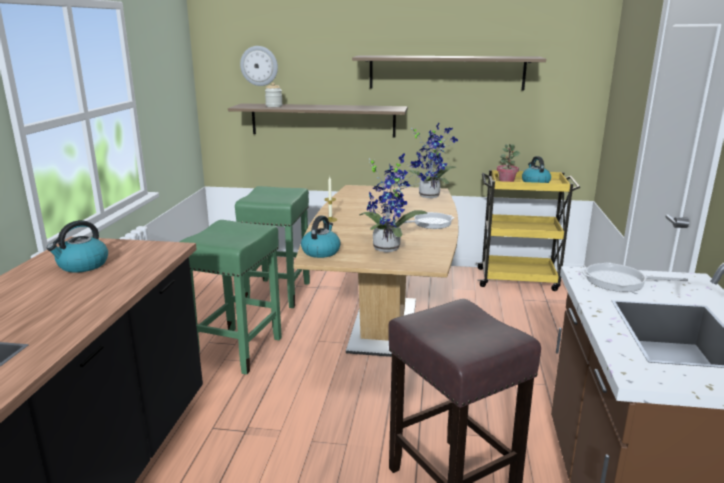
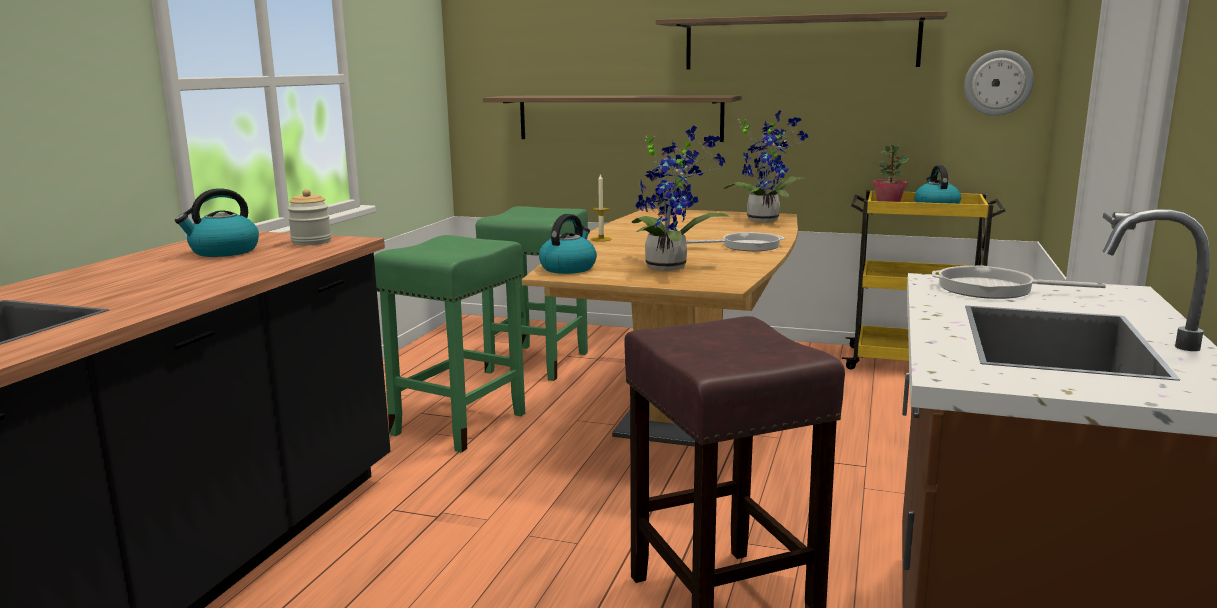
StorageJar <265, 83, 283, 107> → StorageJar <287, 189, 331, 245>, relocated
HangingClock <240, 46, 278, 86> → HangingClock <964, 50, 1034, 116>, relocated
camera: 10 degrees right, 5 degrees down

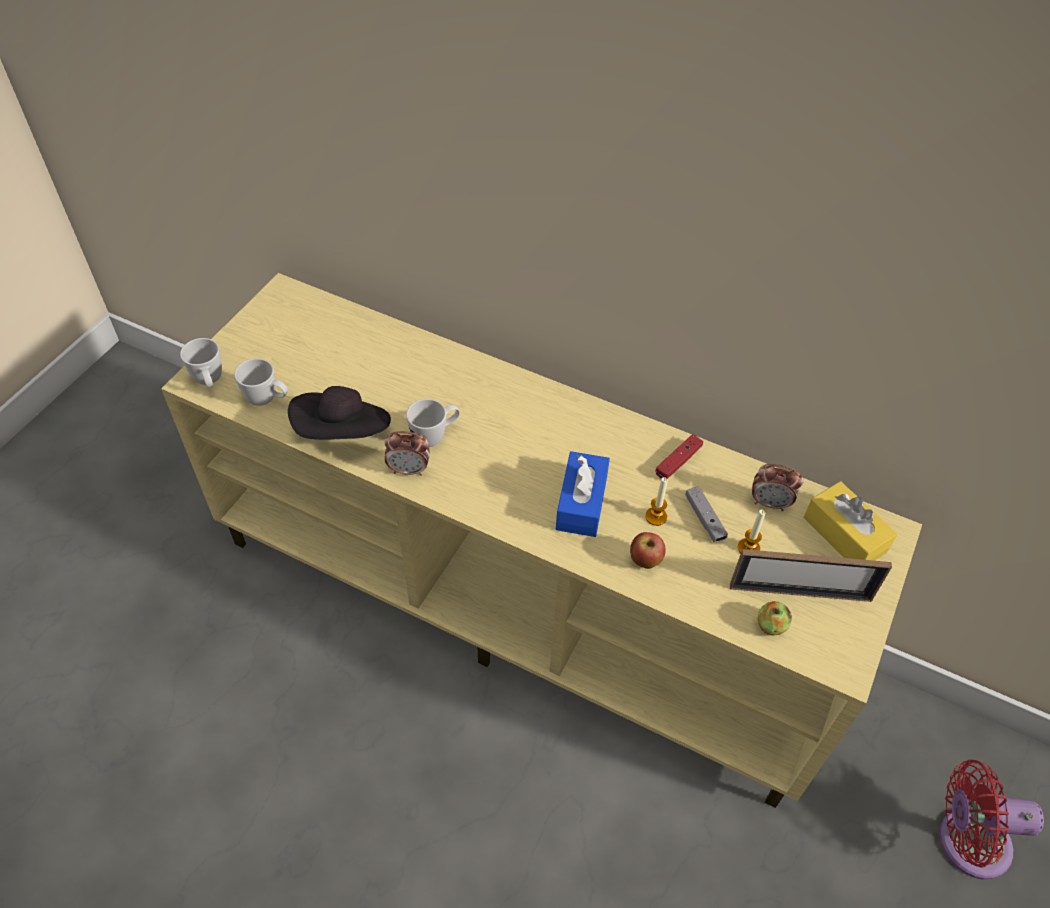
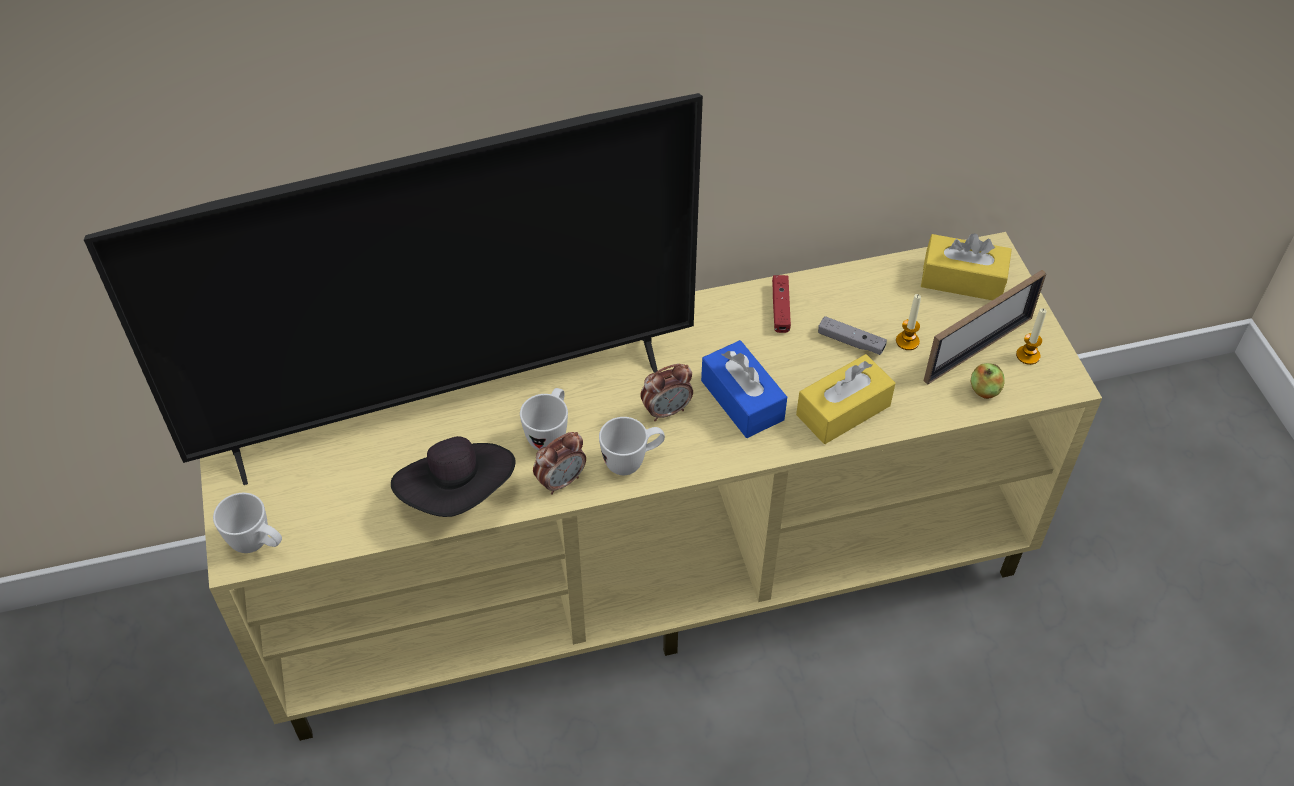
- → Television <84, 93, 703, 485>
WhiteColouredTeaMug <234, 358, 288, 406> → WhiteColouredTeaMug <599, 417, 665, 475>, relocated
TableClock <752, 464, 804, 511> → TableClock <640, 364, 693, 421>, relocated
Apple <630, 532, 665, 569> → YellowBoxOfTissues <796, 354, 895, 444>
WaxLight <645, 477, 668, 526> → WaxLight <1016, 308, 1047, 365>, relocated
RedColouredElectricFan <940, 760, 1044, 880> → -
camera: 40 degrees left, 0 degrees up

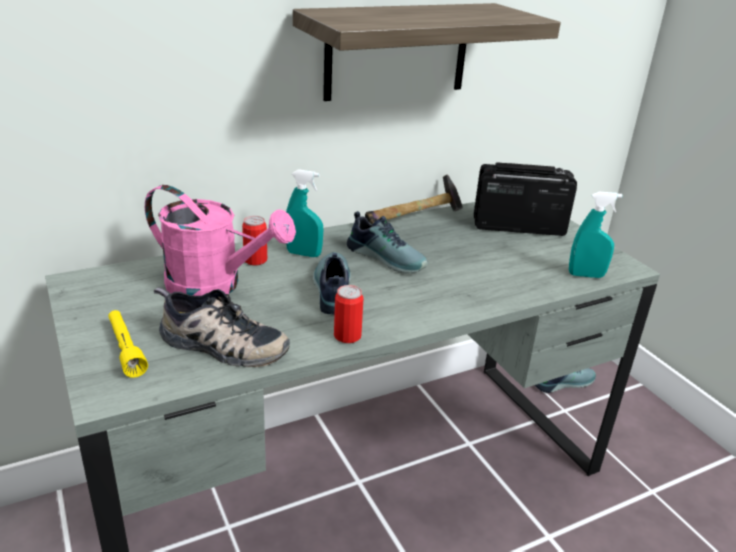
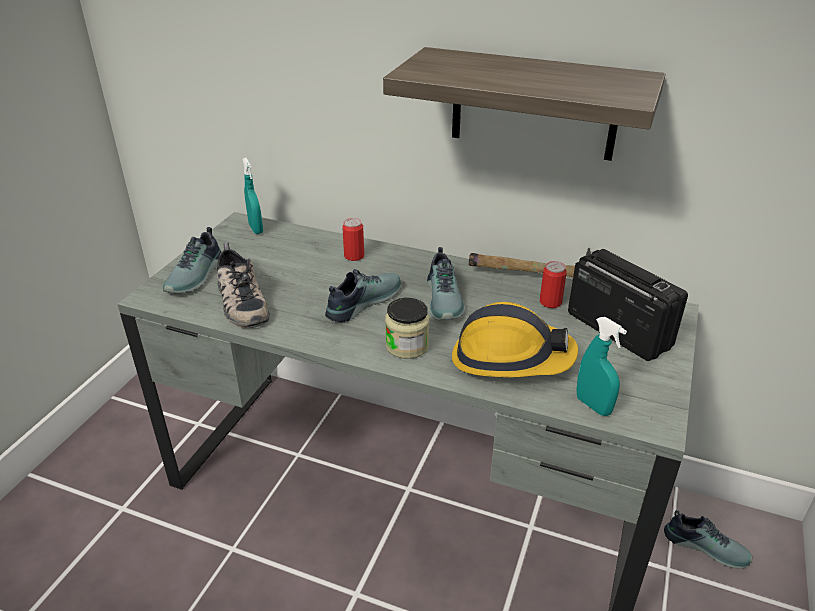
YellowFlashlight <108, 310, 148, 378> → Shoe <163, 227, 221, 293>
BlueGreenSprayer <286, 169, 323, 257> → BlueGreenSprayer <243, 158, 263, 234>, relocated
- → StorageJar <385, 298, 430, 359>
- → SafetyHelmet <452, 302, 578, 377>
MetalCan <334, 285, 364, 343> → MetalCan <540, 261, 567, 308>, relocated
PinkWateringPot <145, 185, 296, 296> → -
camera: 50 degrees right, 5 degrees up

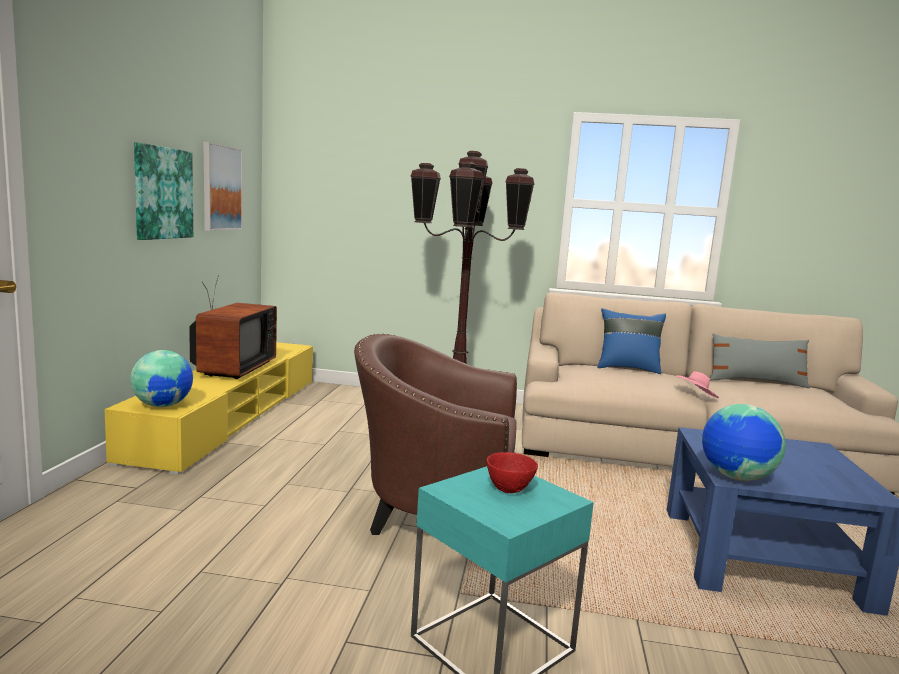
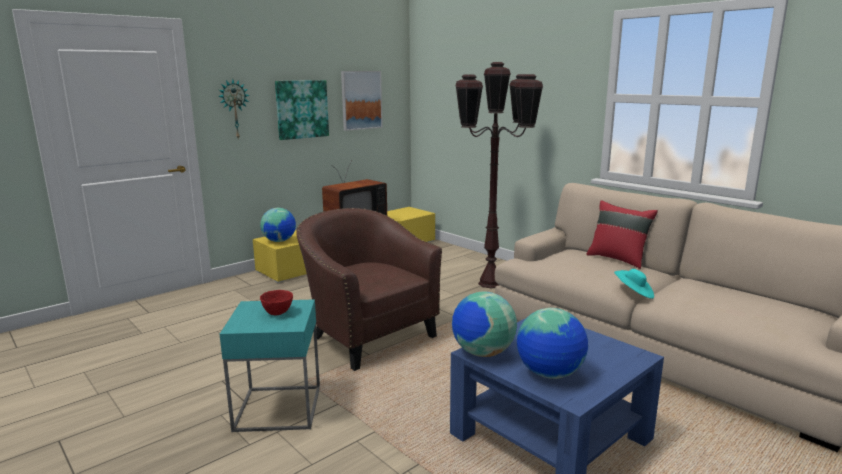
- → HangingClock <218, 79, 250, 138>
- → DeskGlobe <517, 308, 588, 379>
BlueCushion <597, 308, 666, 374> → RedColouredCushion <586, 200, 658, 269>
PinkClothingHat <676, 371, 719, 398> → BlueGreenClothingHat <614, 269, 654, 299>
GrayCushion <710, 333, 810, 388> → -
camera: 40 degrees right, 5 degrees up

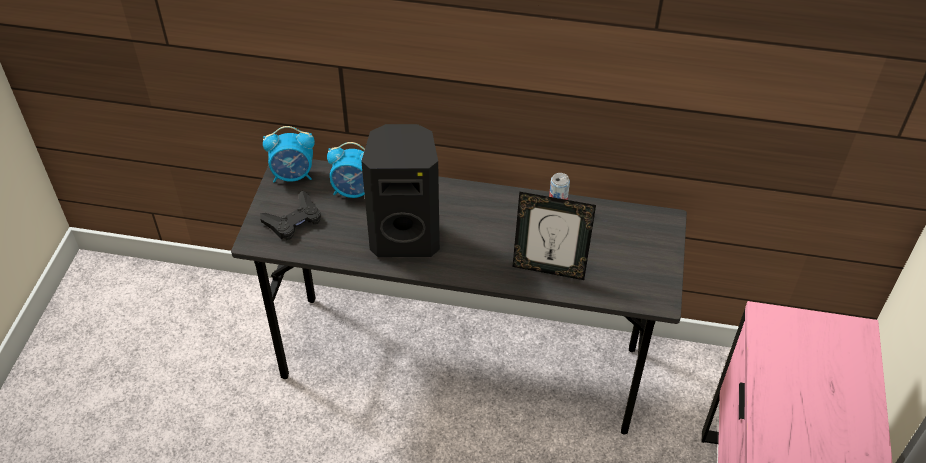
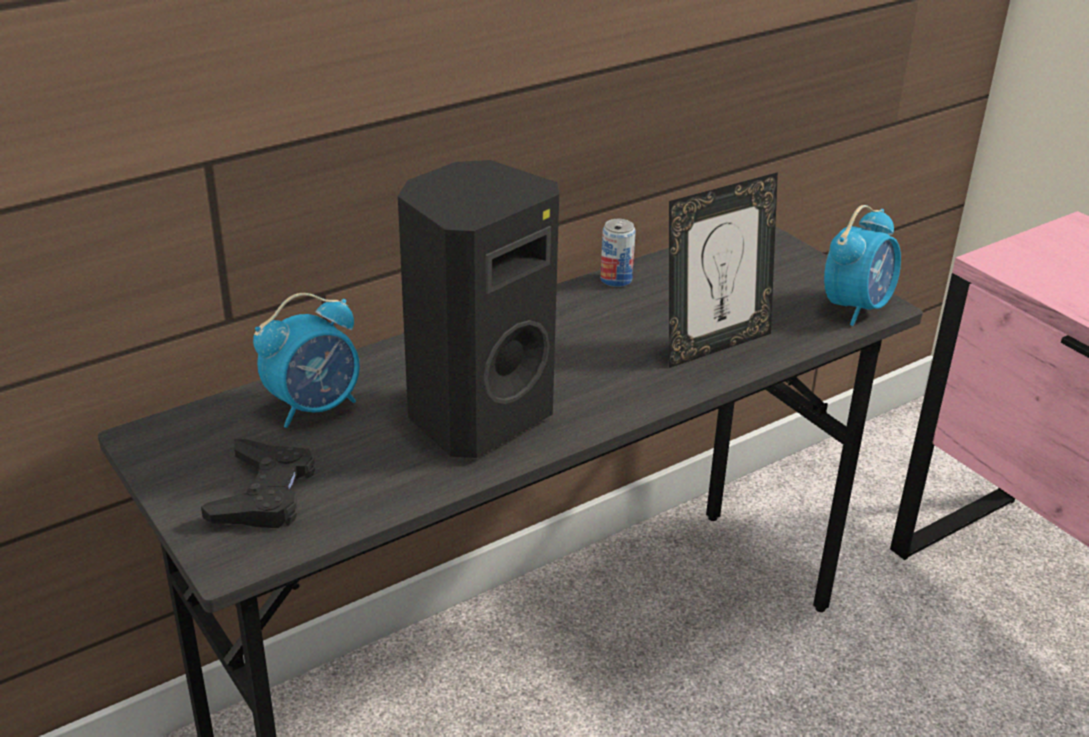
TableClock <263, 126, 315, 182> → TableClock <824, 205, 901, 326>, relocated
camera: 45 degrees left, 15 degrees down

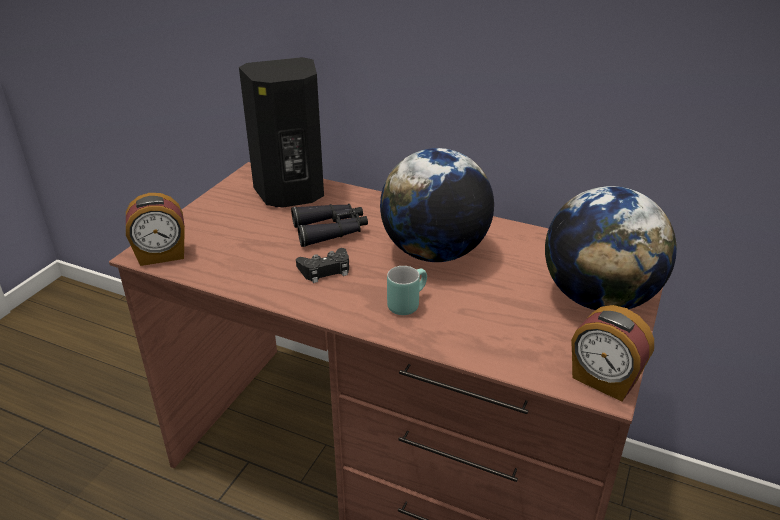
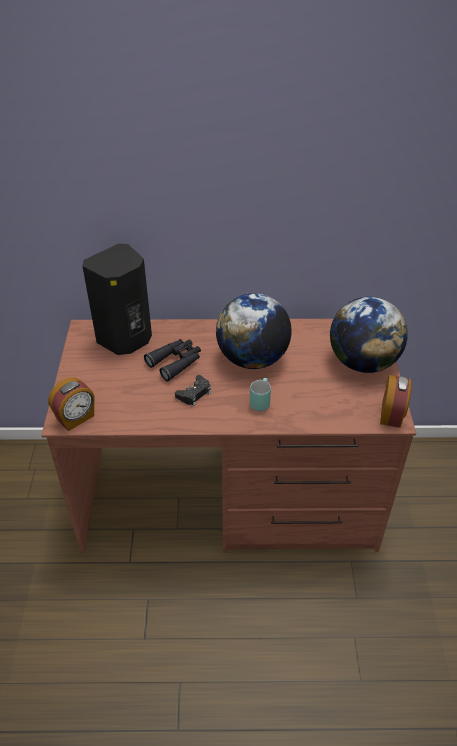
TableClock <571, 305, 654, 402> → TableClock <380, 375, 412, 428>, 90 degrees counterclockwise
camera: 25 degrees left, 10 degrees up

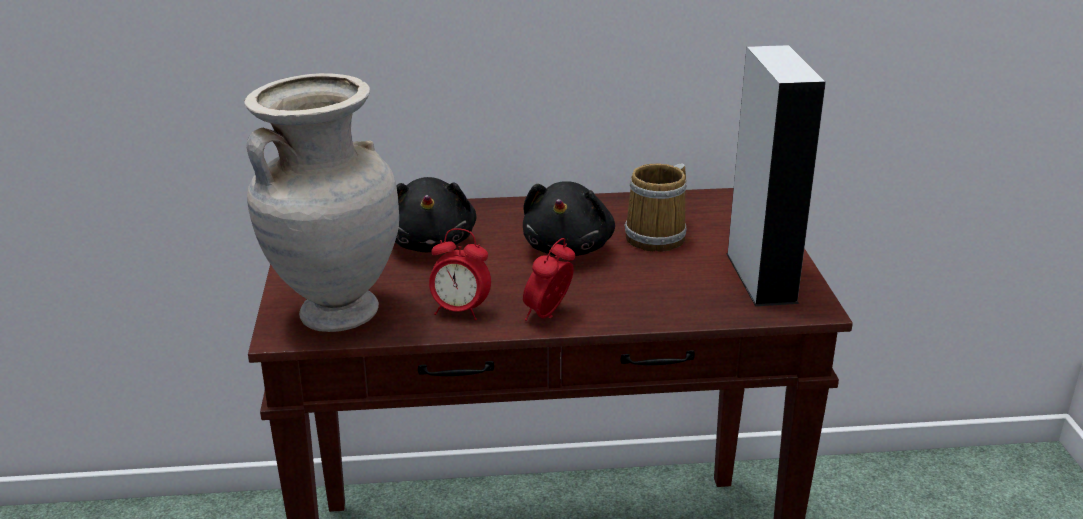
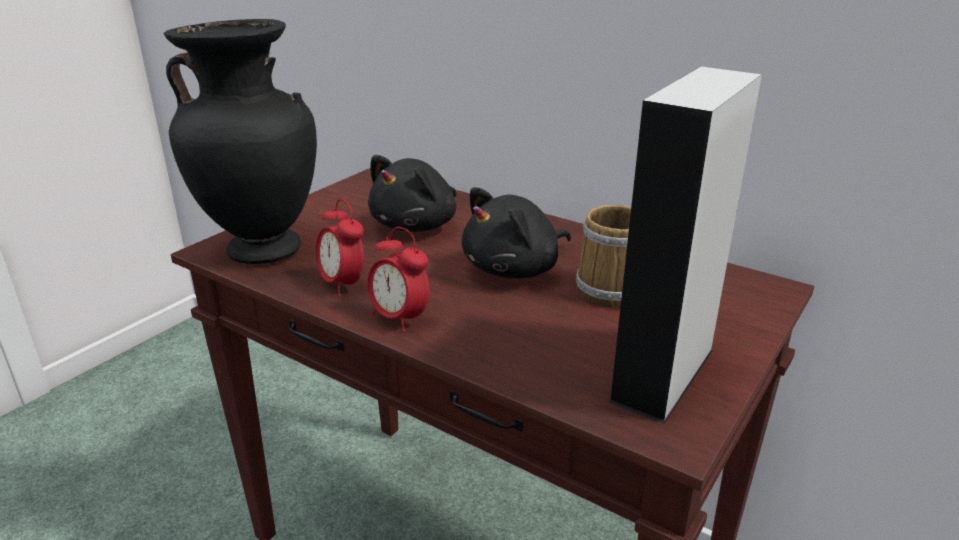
BeigeColouredFlowerVase <244, 73, 399, 332> → BlackishFlowerVase <164, 19, 317, 264>
TableClock <523, 238, 575, 321> → TableClock <367, 227, 429, 332>, 120 degrees counterclockwise
camera: 40 degrees right, 0 degrees up

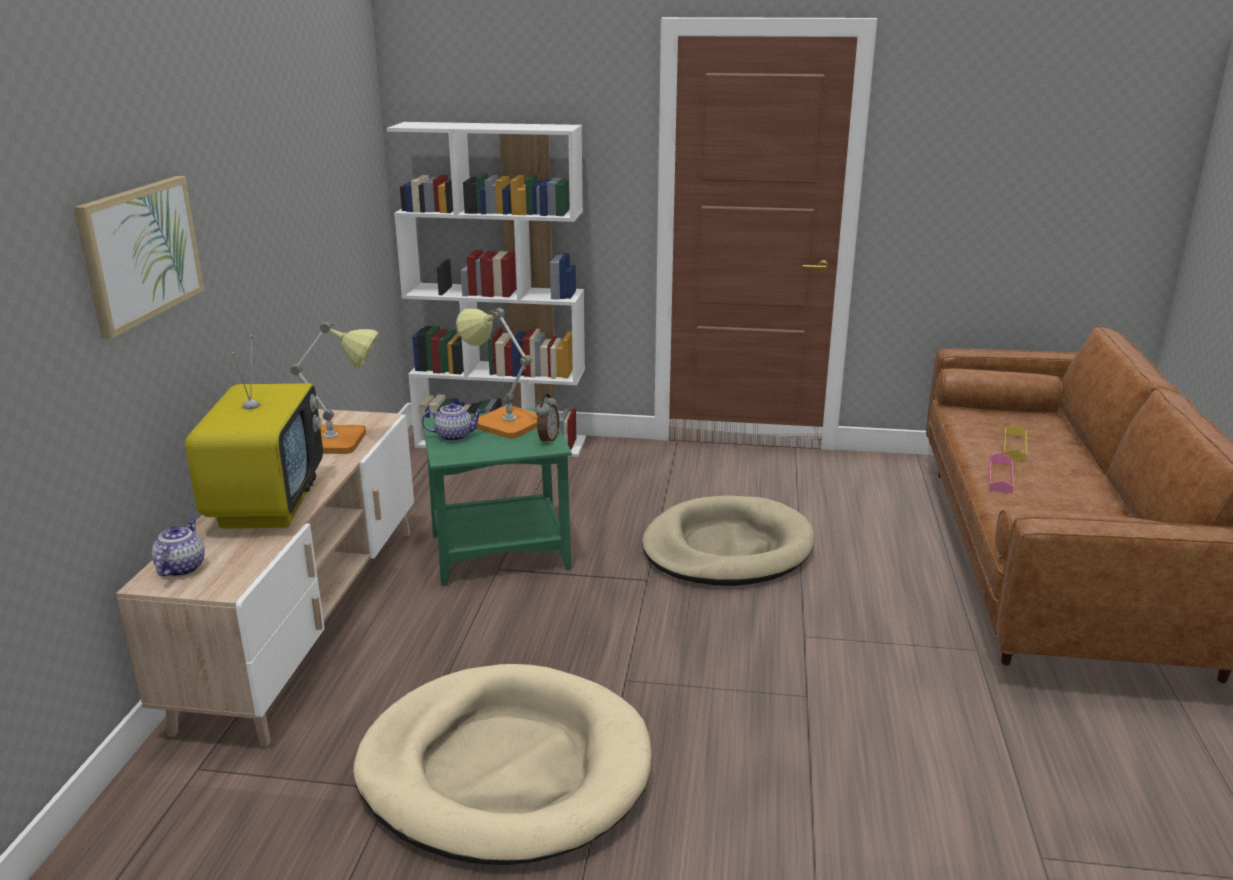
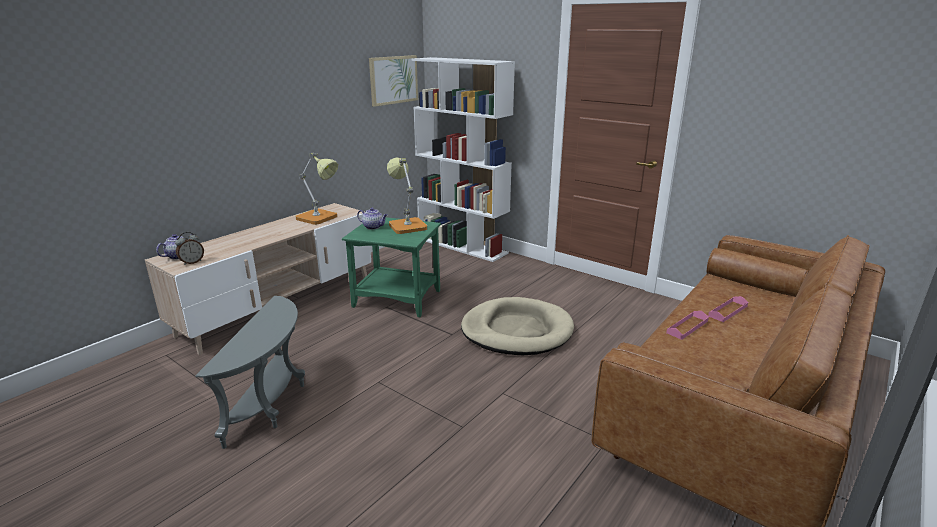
TableClock <535, 394, 559, 445> → TableClock <175, 232, 204, 265>, relocated
BeigeColouredPetBed <353, 664, 652, 865> → GrayAccentTable <196, 296, 305, 449>
WallArt <74, 176, 204, 339> → WallArt <369, 55, 418, 107>, relocated
YellowTray <1004, 424, 1027, 461> → PinkTray <708, 296, 748, 322>
Television <185, 335, 323, 529> → -
camera: 30 degrees right, 0 degrees up

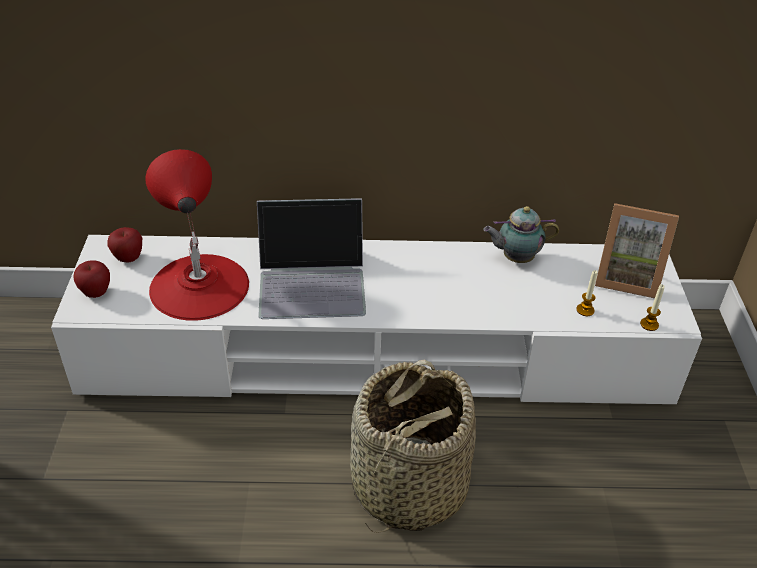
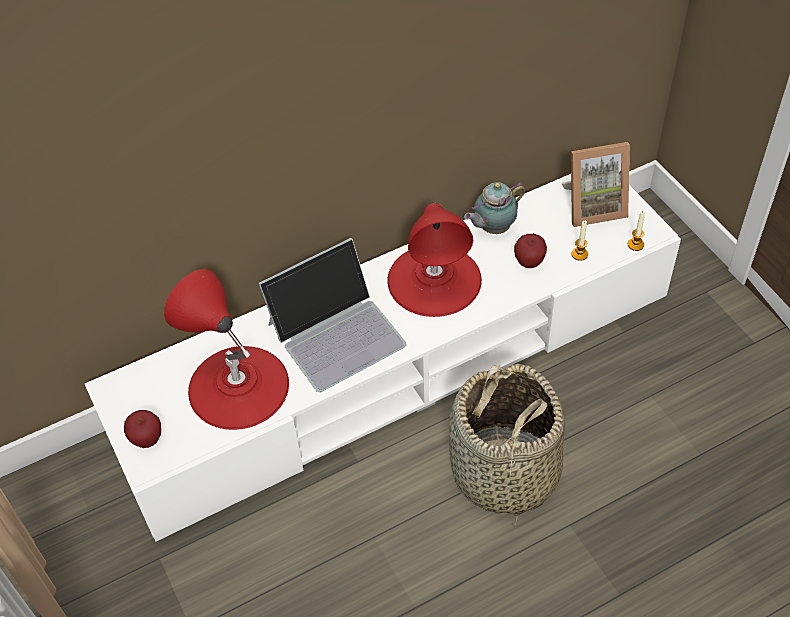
- → RedColouredTableLamp <387, 202, 482, 317>
Apple <107, 227, 142, 263> → Apple <514, 234, 547, 268>, relocated
camera: 25 degrees left, 10 degrees up

